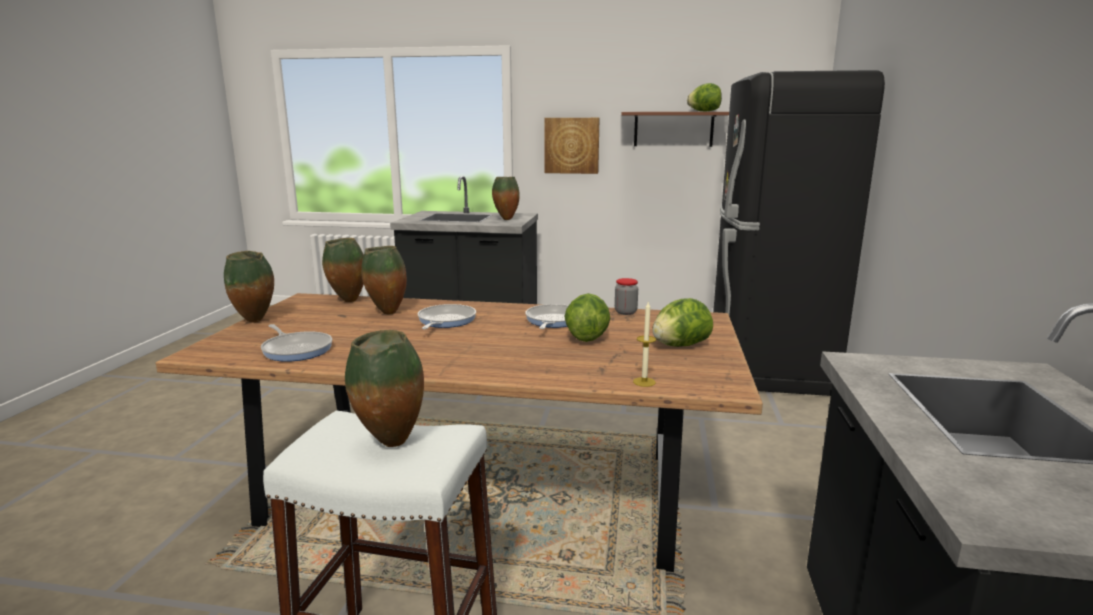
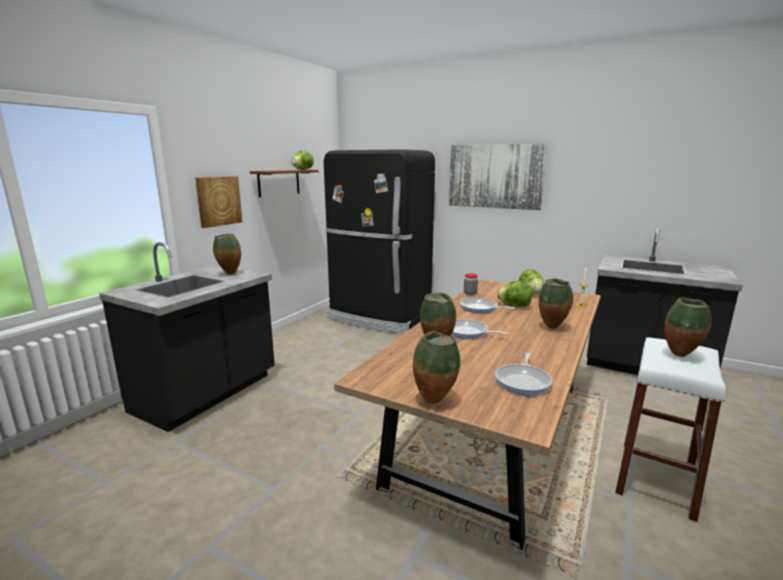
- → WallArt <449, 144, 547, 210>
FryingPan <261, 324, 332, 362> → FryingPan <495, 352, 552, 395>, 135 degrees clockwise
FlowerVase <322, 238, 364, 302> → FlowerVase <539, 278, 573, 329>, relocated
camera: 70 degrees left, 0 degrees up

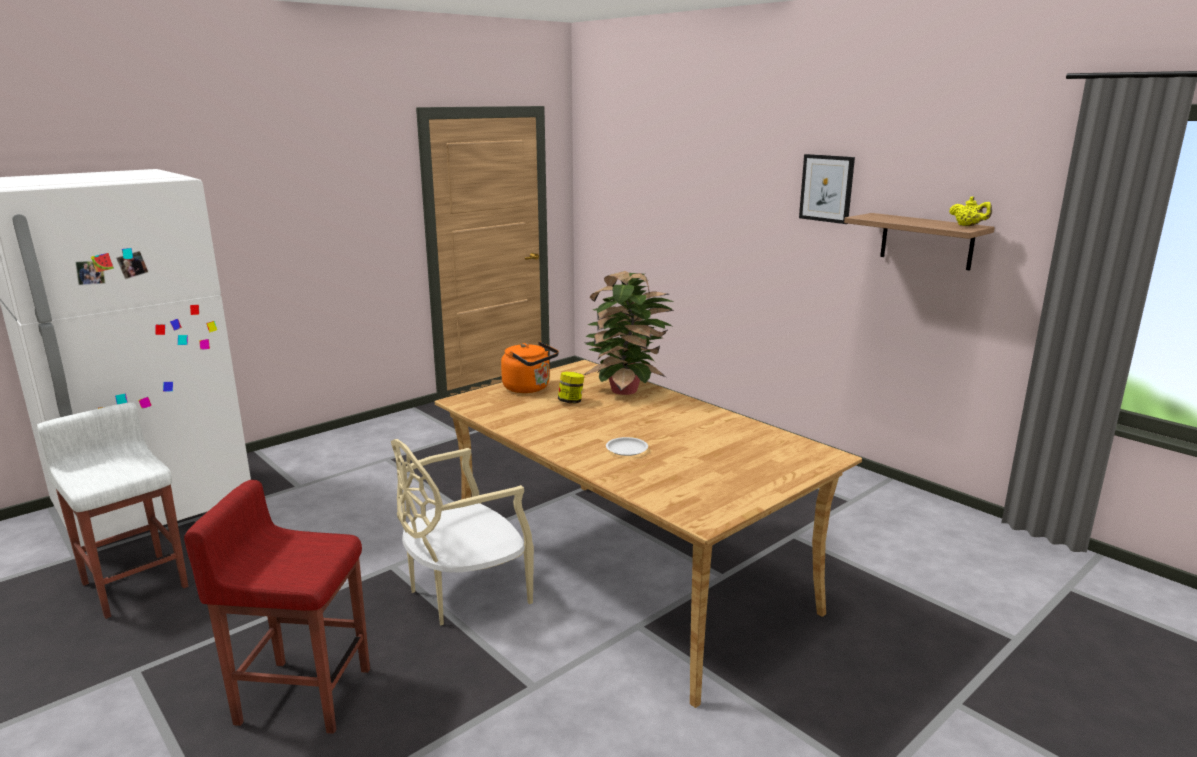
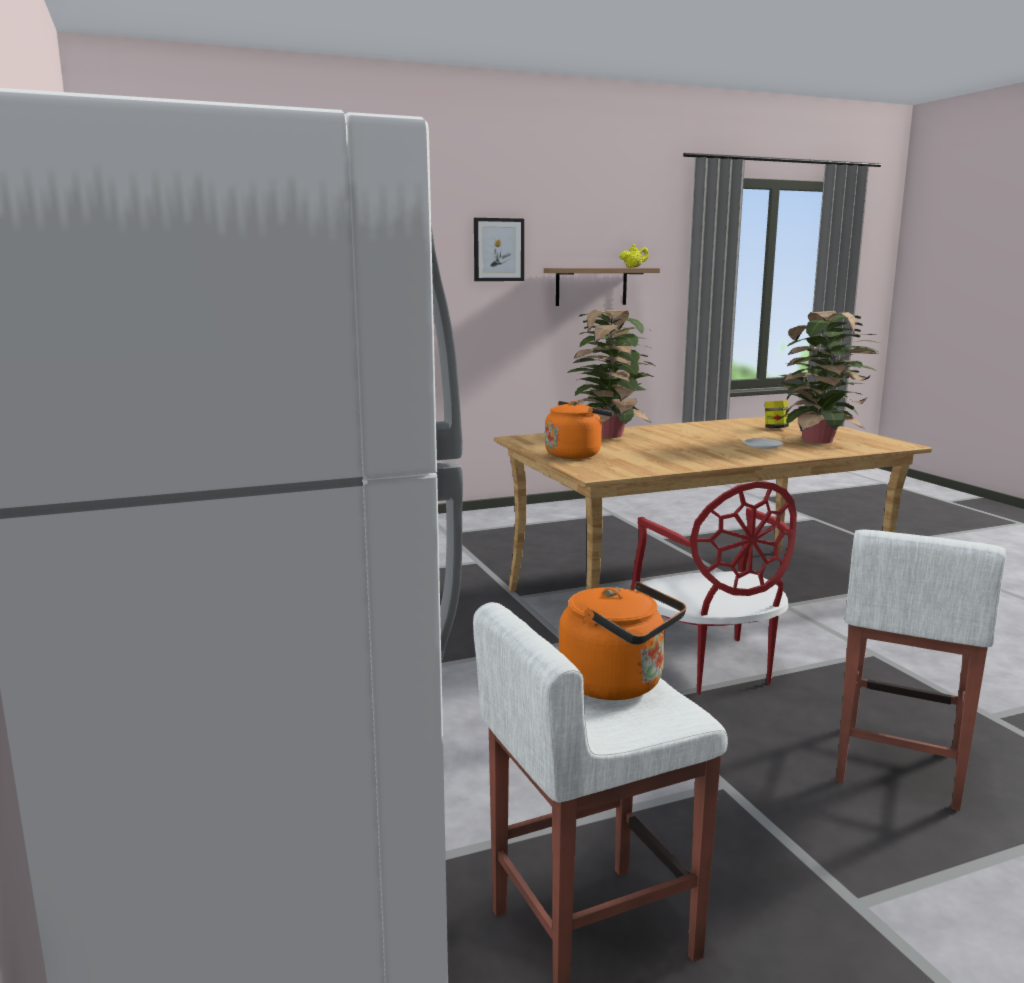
- → OrangeColouredTeaKettle <559, 581, 686, 700>
BeigeColouredUprightChair <391, 439, 534, 625> → RedColouredUprightChair <631, 481, 797, 695>
StorageJar <558, 372, 584, 403> → StorageJar <765, 400, 789, 428>, relocated
- → PottedPlant <778, 311, 879, 443>
RedColouredStool <184, 480, 370, 734> → WhiteColouredStool <836, 530, 1006, 811>
camera: 70 degrees left, 5 degrees down

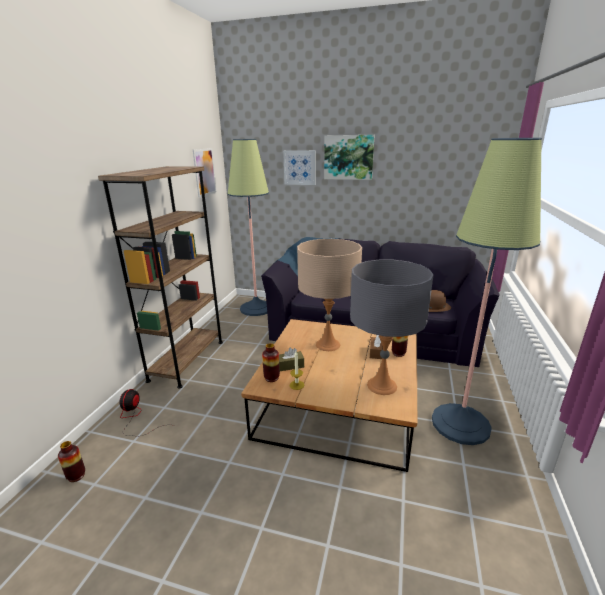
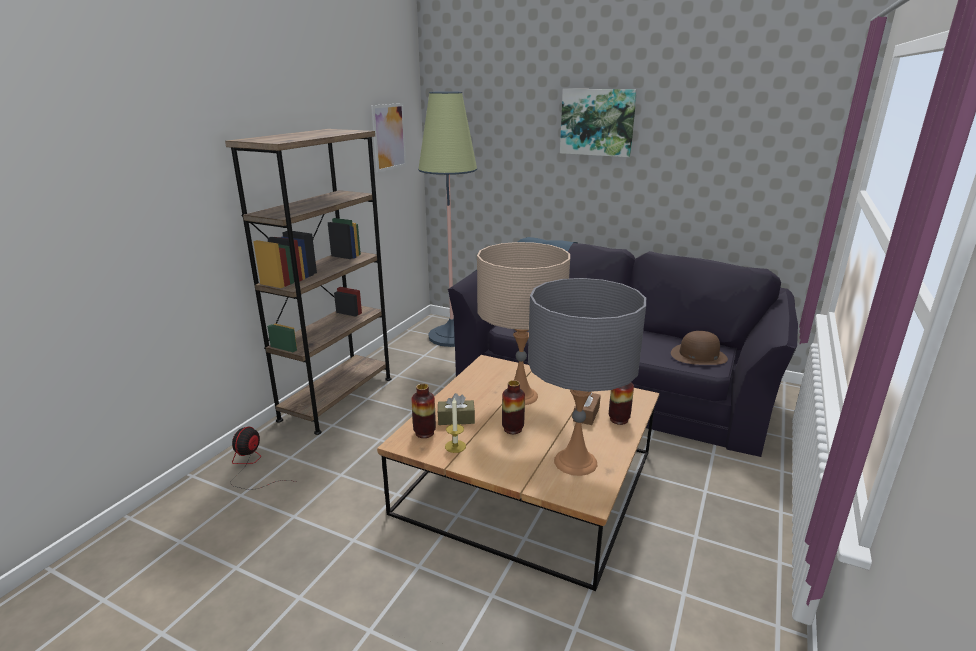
FlowerVase <58, 441, 85, 482> → FlowerVase <502, 380, 525, 434>, relocated
WallArt <283, 150, 316, 185> → -
StandingLamp <432, 138, 542, 445> → -
camera: 10 degrees right, 0 degrees up

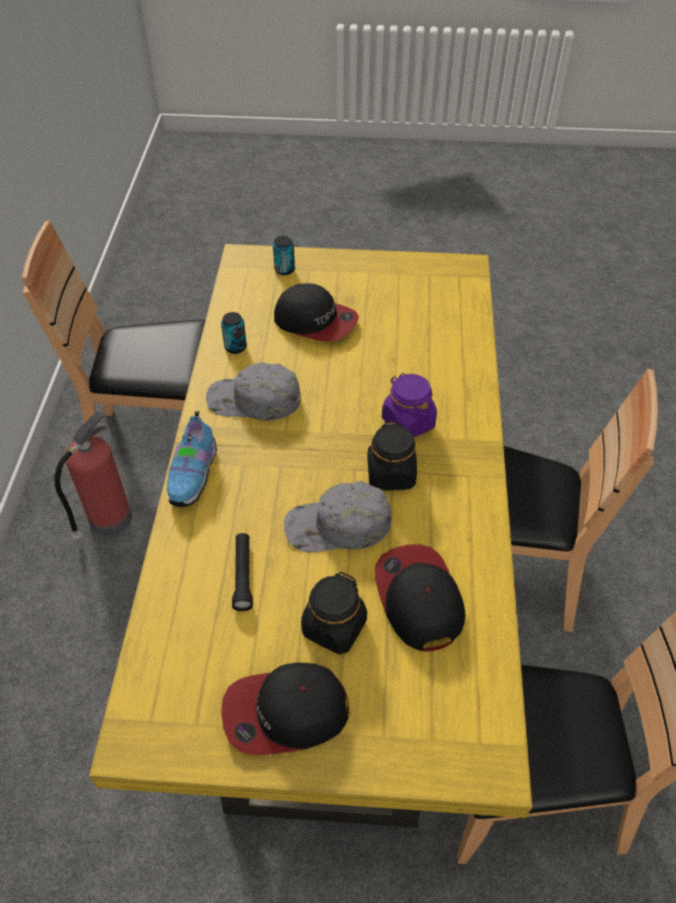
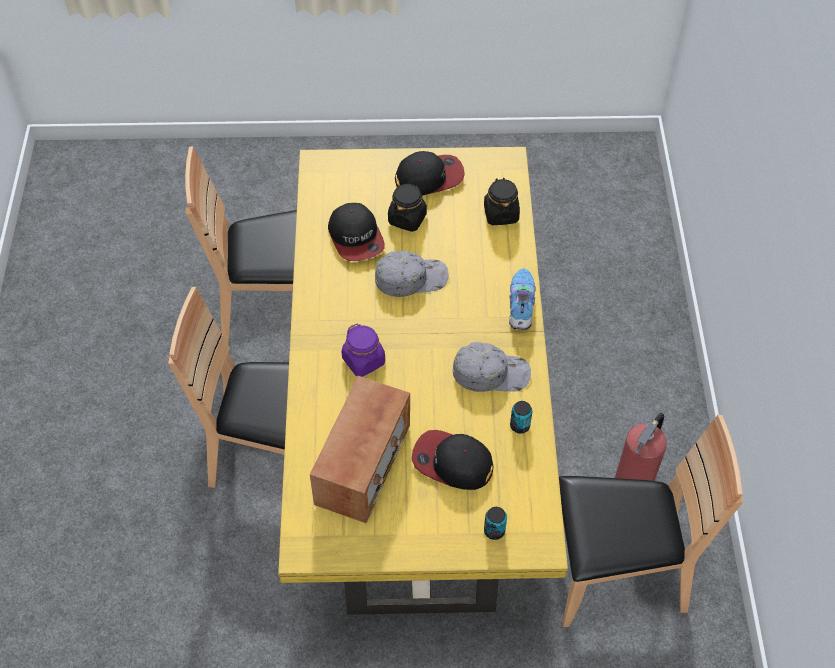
- → Radio <310, 376, 410, 523>
BlackishStorageJar <367, 421, 417, 490> → BlackishStorageJar <484, 178, 520, 225>, relocated
BlackishFlashlight <232, 533, 253, 611> → -
camera: 175 degrees right, 5 degrees up

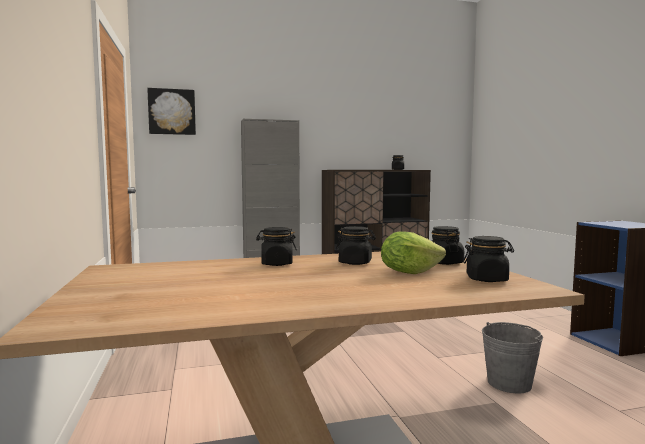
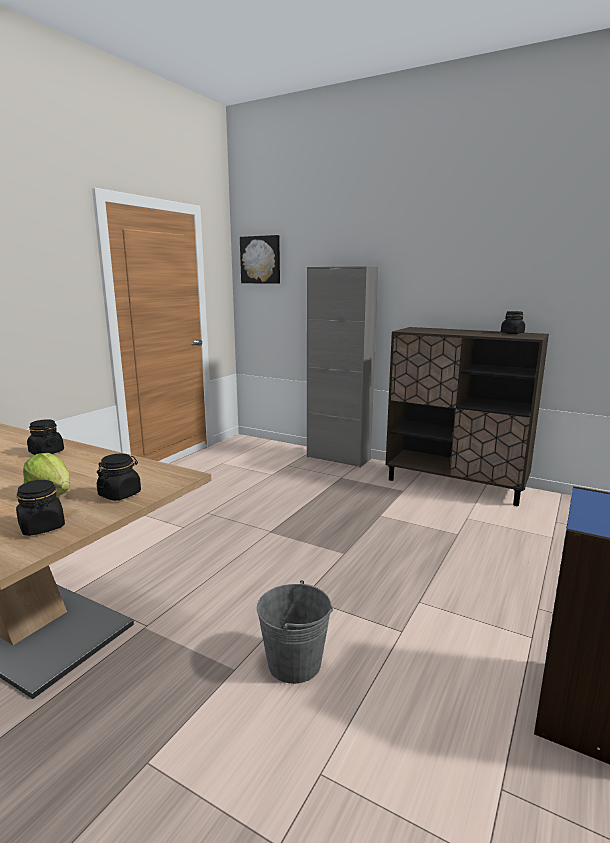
BlackishStorageJar <336, 226, 376, 265> → -
camera: 45 degrees right, 10 degrees up

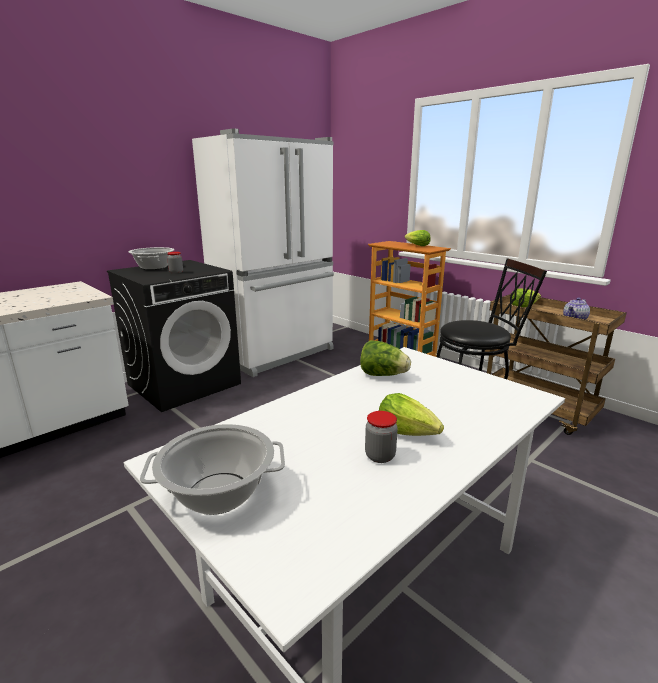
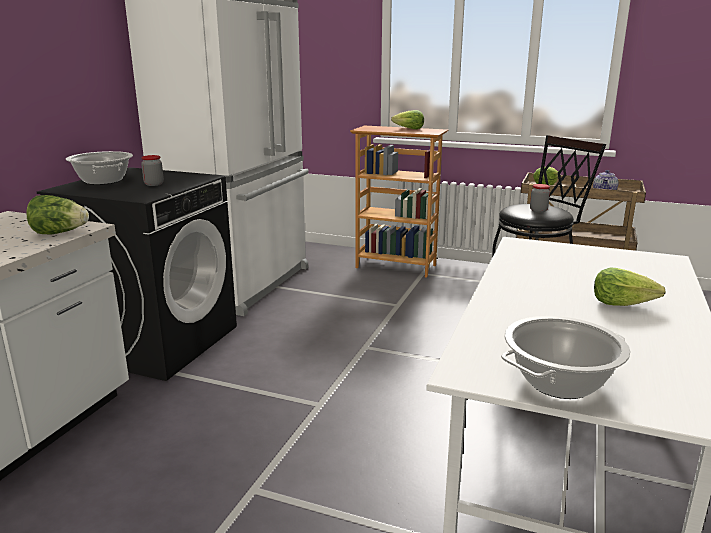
HeadOfLettuce <360, 340, 411, 376> → HeadOfLettuce <26, 195, 89, 234>, relocated
StorageJar <365, 411, 398, 463> → StorageJar <530, 184, 550, 212>, relocated
camera: 25 degrees left, 0 degrees up

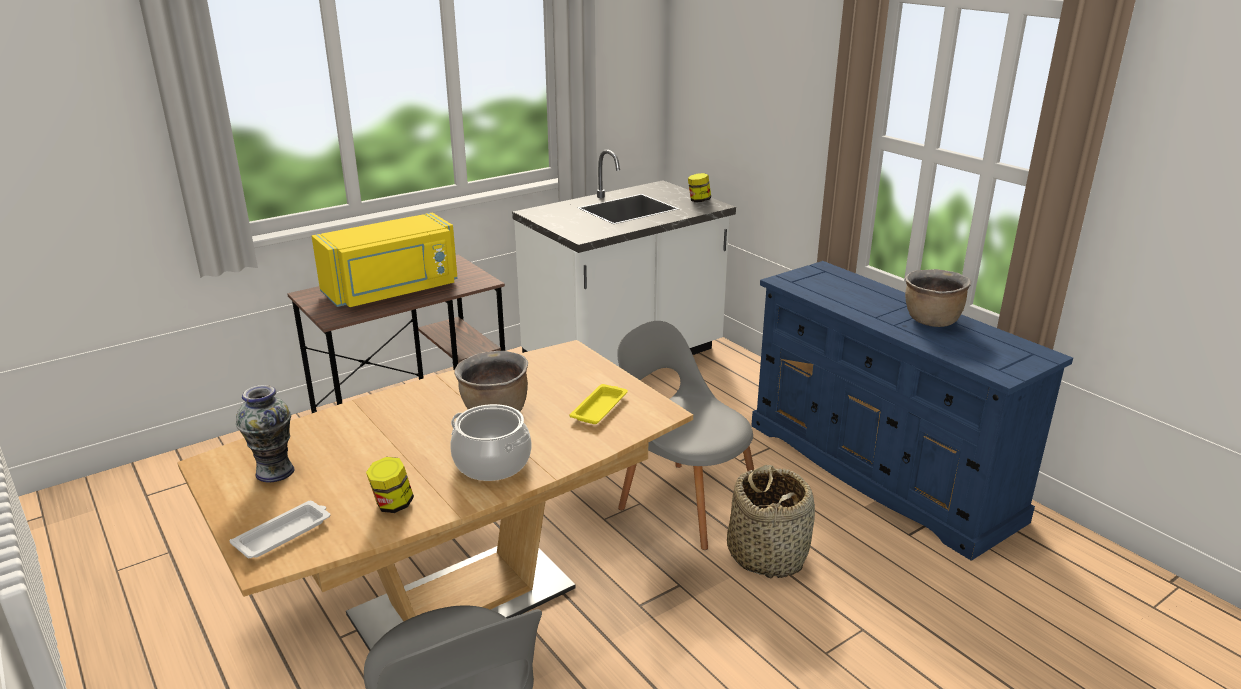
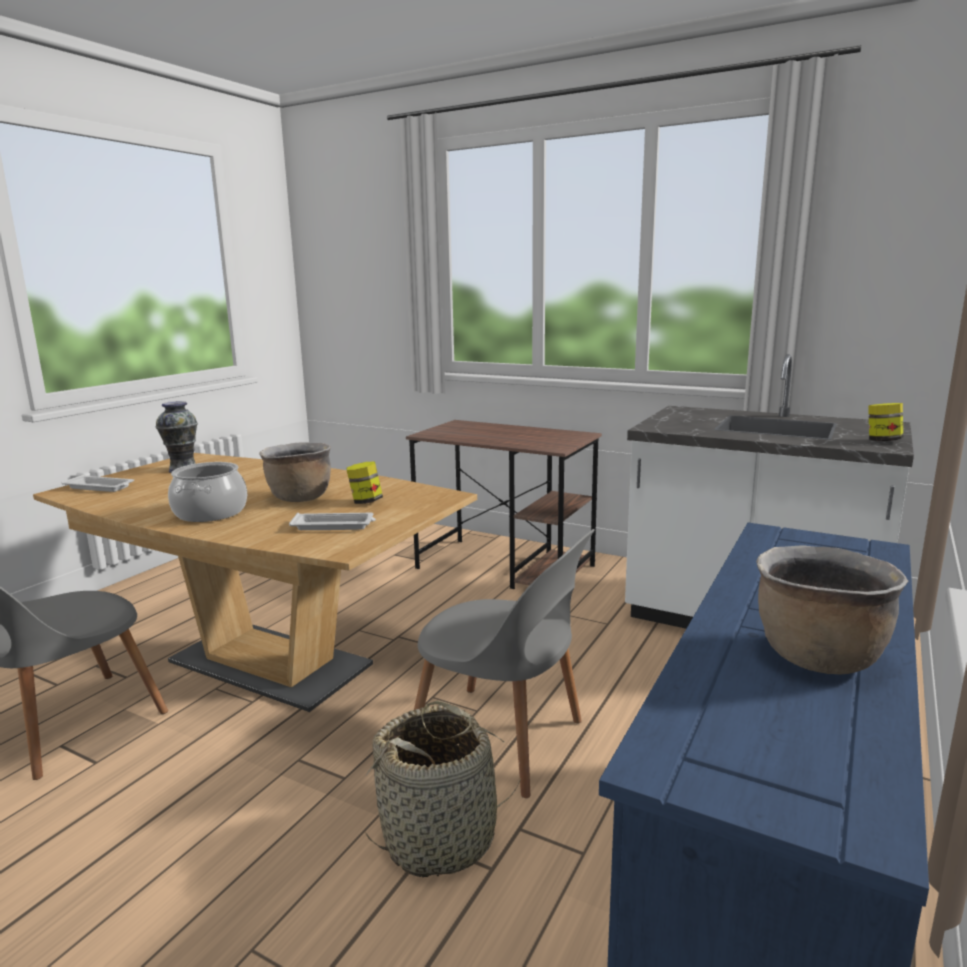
YellowTray <569, 384, 628, 424> → WhiteColouredTray <289, 513, 376, 530>
StorageJar <366, 457, 414, 513> → StorageJar <346, 461, 383, 504>, relocated
GrayUprightChair <617, 321, 754, 550> → GrayUprightChair <414, 529, 595, 798>, 105 degrees clockwise
YellowMicrowaveOven <312, 213, 458, 307> → -
camera: 65 degrees right, 10 degrees down

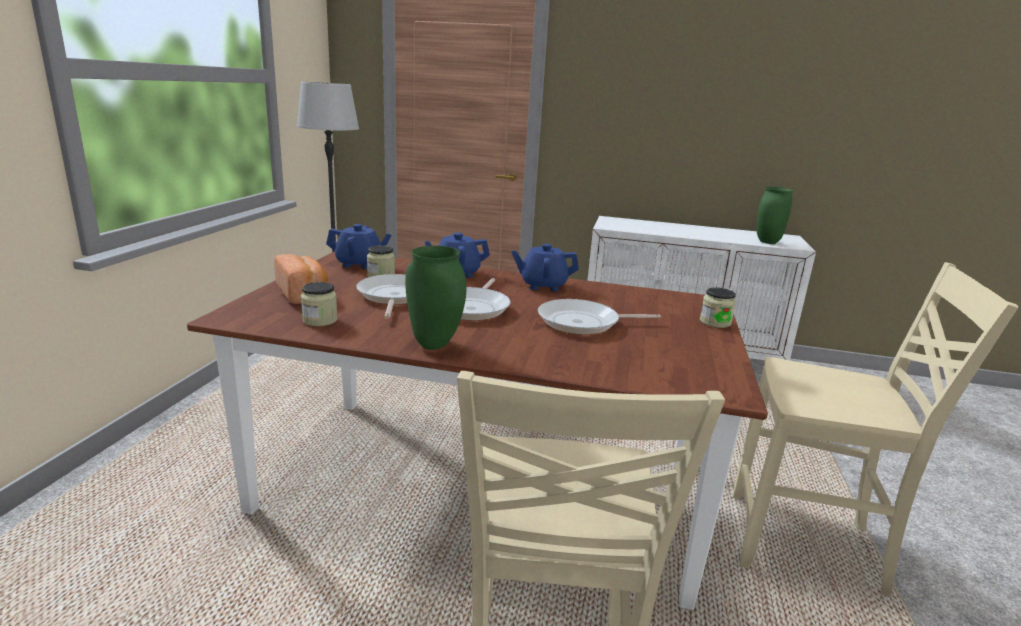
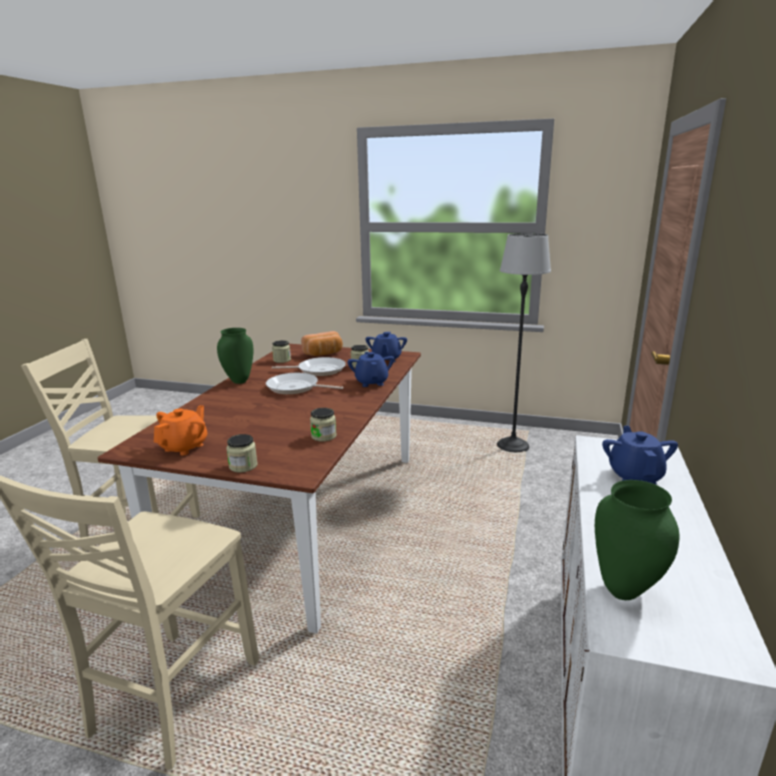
- → OrangeColouredTeapot <154, 405, 207, 455>
- → StorageJar <310, 408, 336, 442>
BlueTeapot <511, 244, 579, 291> → BlueTeapot <602, 426, 678, 485>, relocated
FryingPan <538, 299, 661, 335> → -
camera: 95 degrees right, 0 degrees up

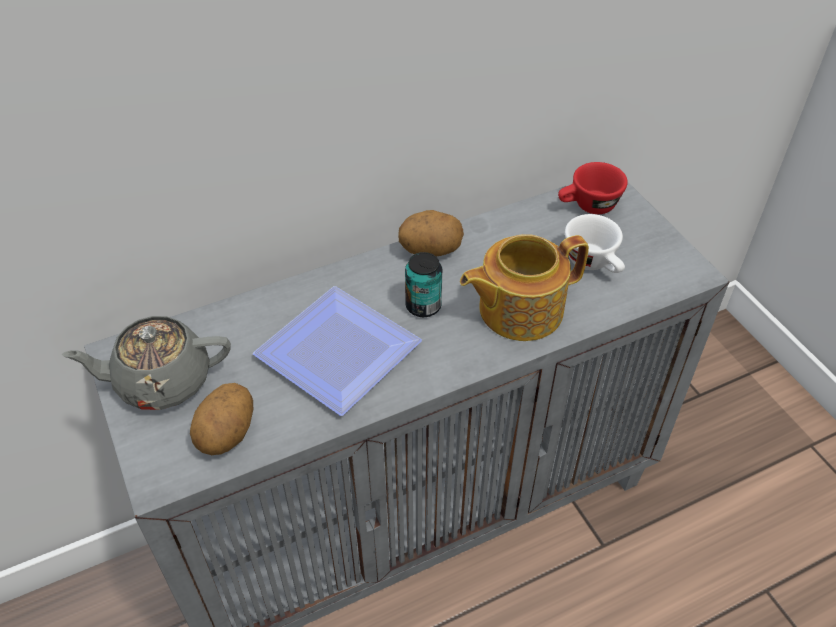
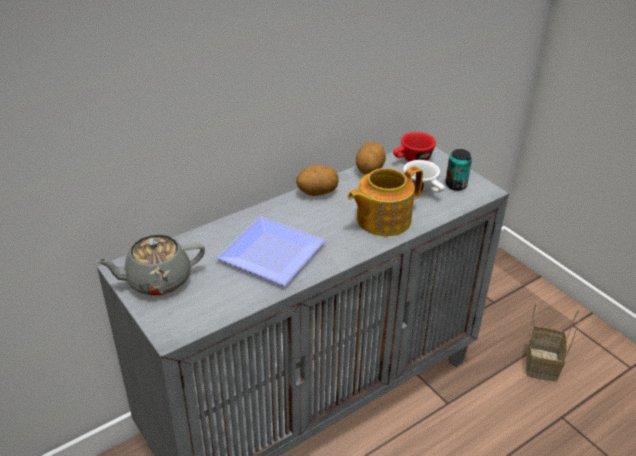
WholePotato <190, 383, 253, 455> → WholePotato <356, 142, 386, 175>, relocated
MetalCan <405, 252, 442, 317> → MetalCan <445, 149, 472, 191>, relocated
- → Basket <526, 302, 580, 382>
camera: 10 degrees left, 10 degrees down

